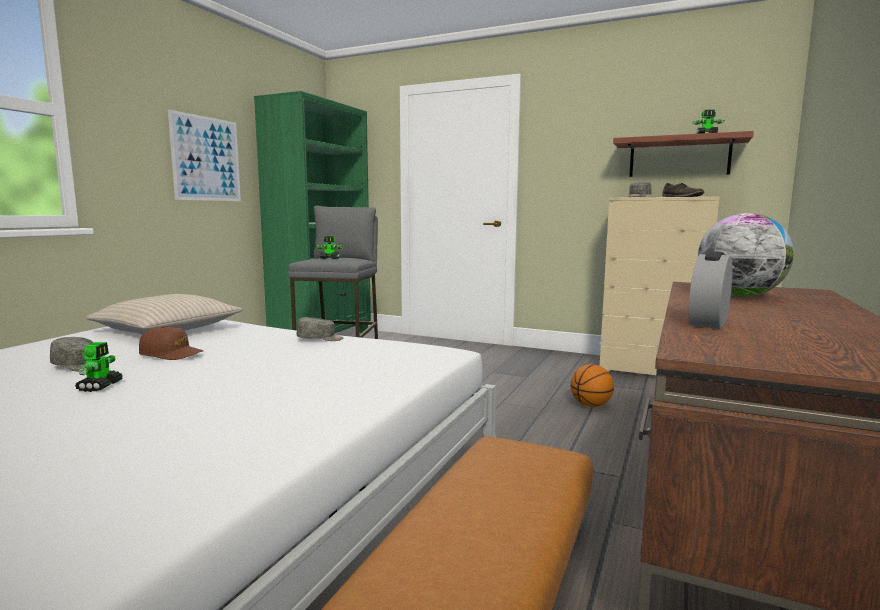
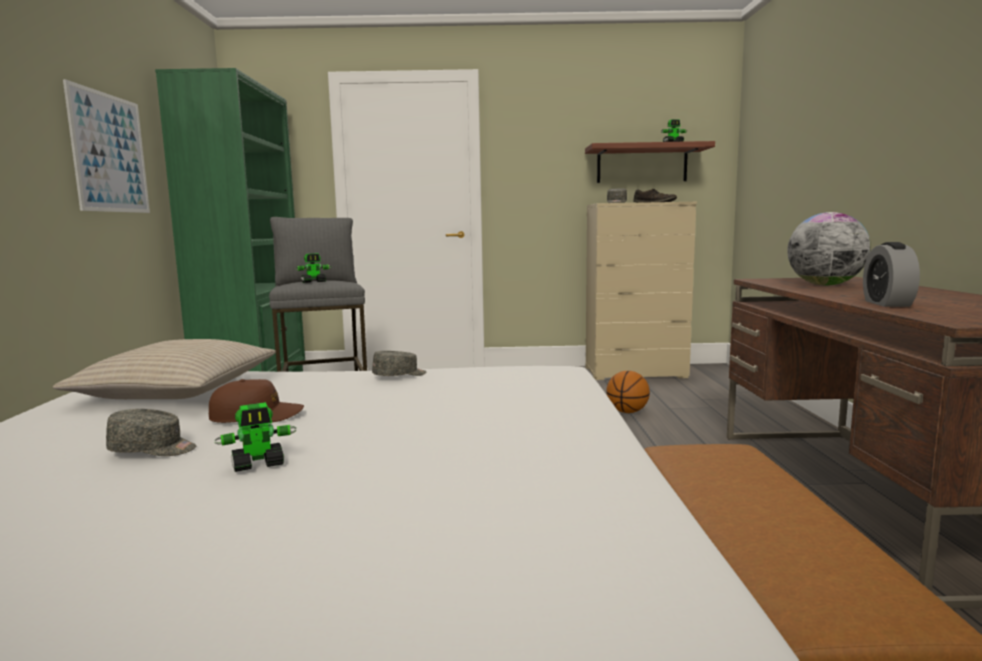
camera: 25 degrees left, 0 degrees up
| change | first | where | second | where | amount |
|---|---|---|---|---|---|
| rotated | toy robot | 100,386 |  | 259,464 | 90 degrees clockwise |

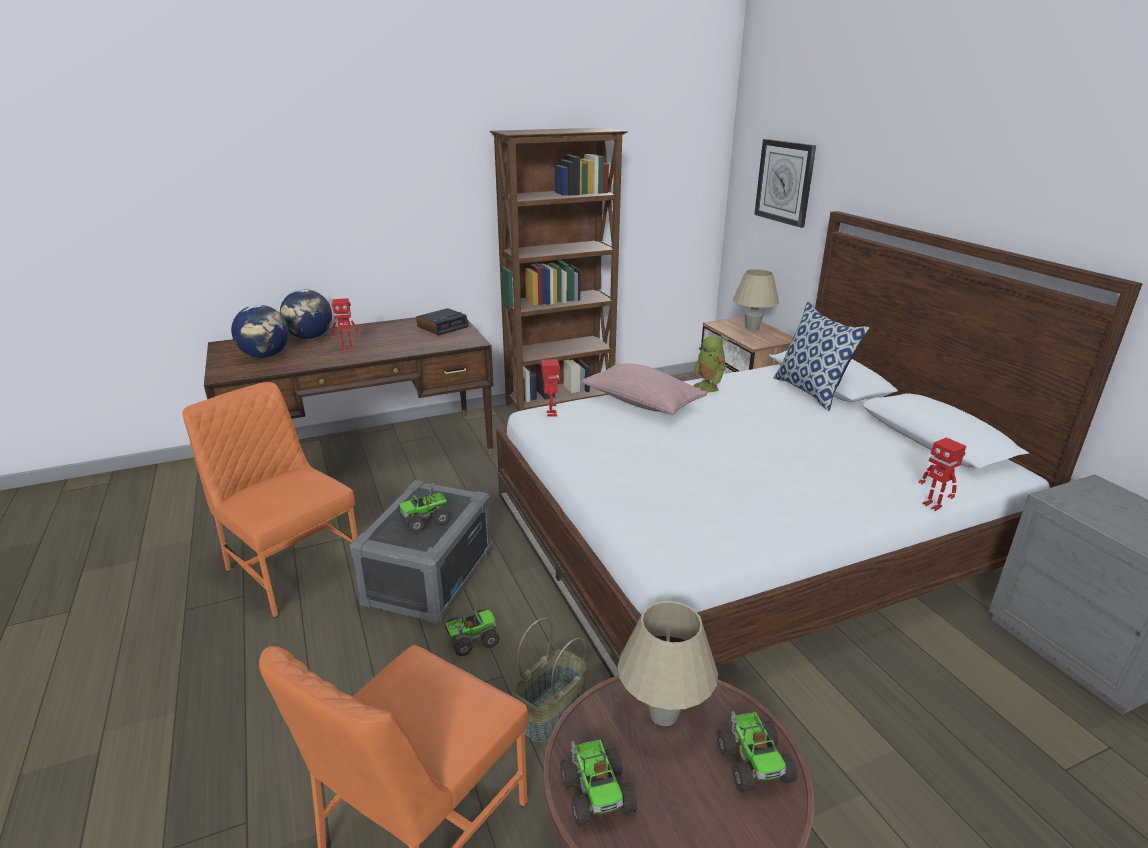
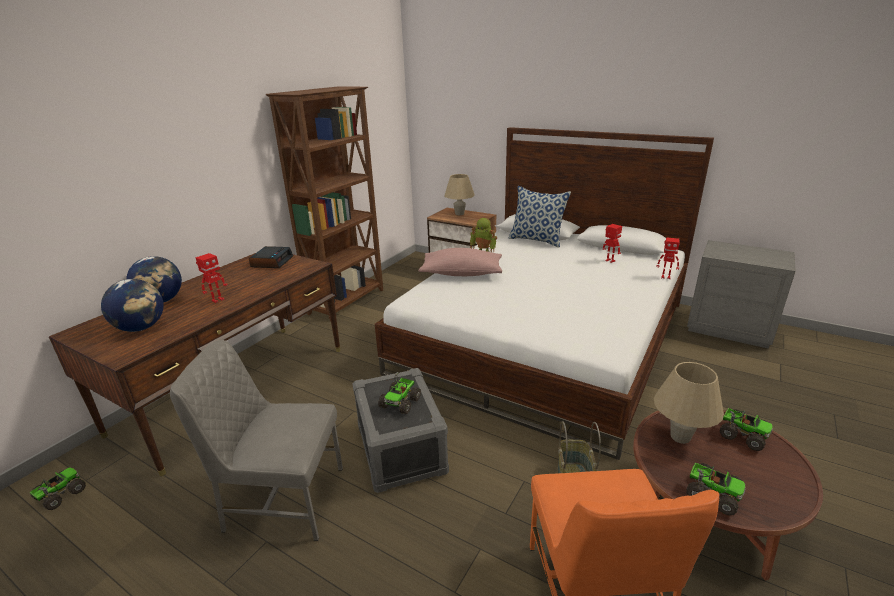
camera: 35 degrees left, 0 degrees up
| change | first | where | second | where | amount |
|---|---|---|---|---|---|
| shifted | toy truck | 471,639 |  | 60,494 |  |
| repainted | orange chair | 291,568 | grey chair | 283,499 |  |
| shifted | toy robot | 551,414 |  | 609,261 |  |
| gone | wall clock | 785,182 |  |  |  |

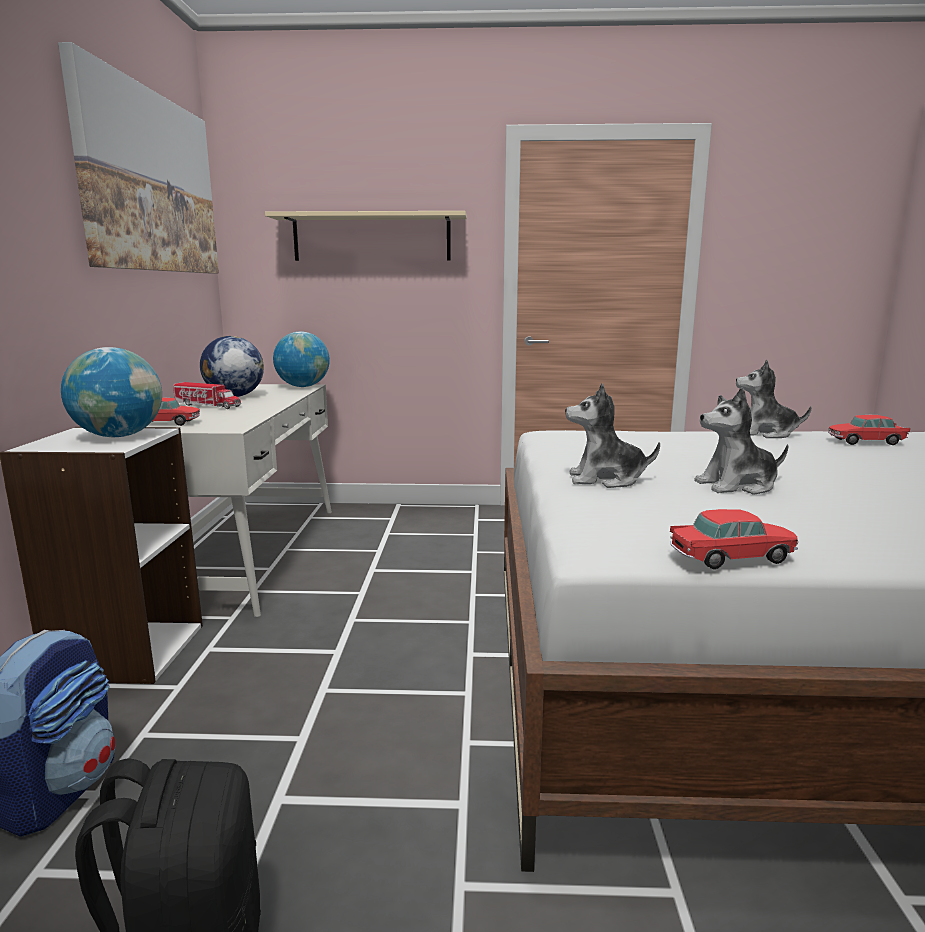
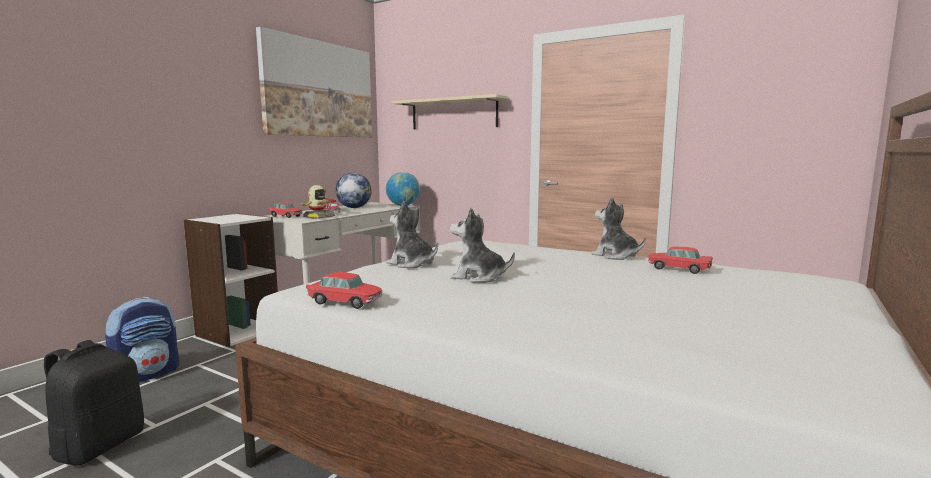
camera: 30 degrees right, 5 degrees down
| change | first | where | second | where | amount |
|---|---|---|---|---|---|
| new |  |  | toy robot | 318,217 |  |
| gone | globe | 119,436 |  |  |  |

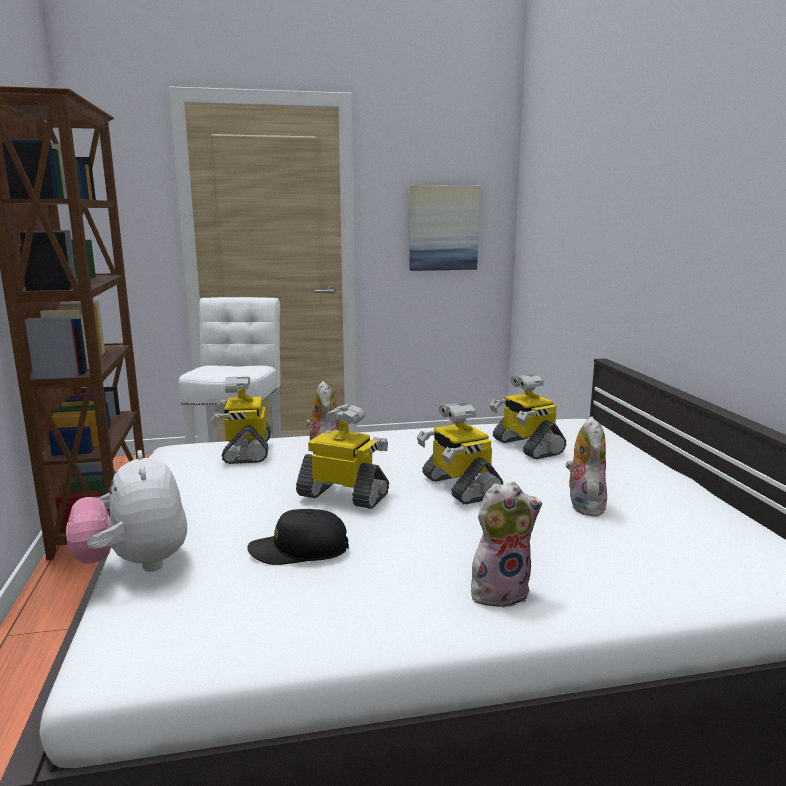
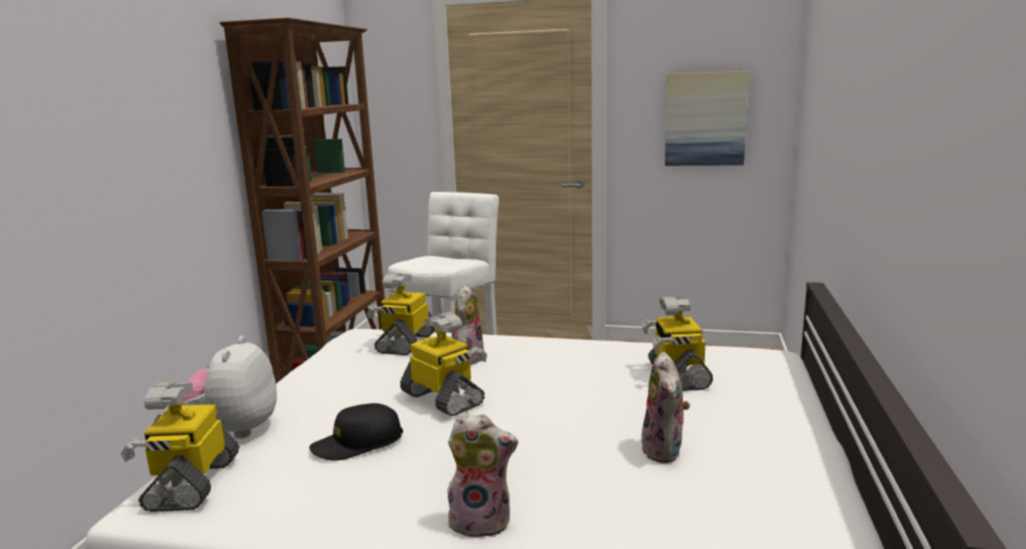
camera: 25 degrees right, 0 degrees up
| change | first | where | second | where | amount |
|---|---|---|---|---|---|
| shifted | toy robot | 459,487 |  | 191,483 |  |
| rotated | black cap | 299,550 |  | 357,443 | 45 degrees counterclockwise |
| rotated | plush toy | 583,505 |  | 665,451 | 150 degrees clockwise |

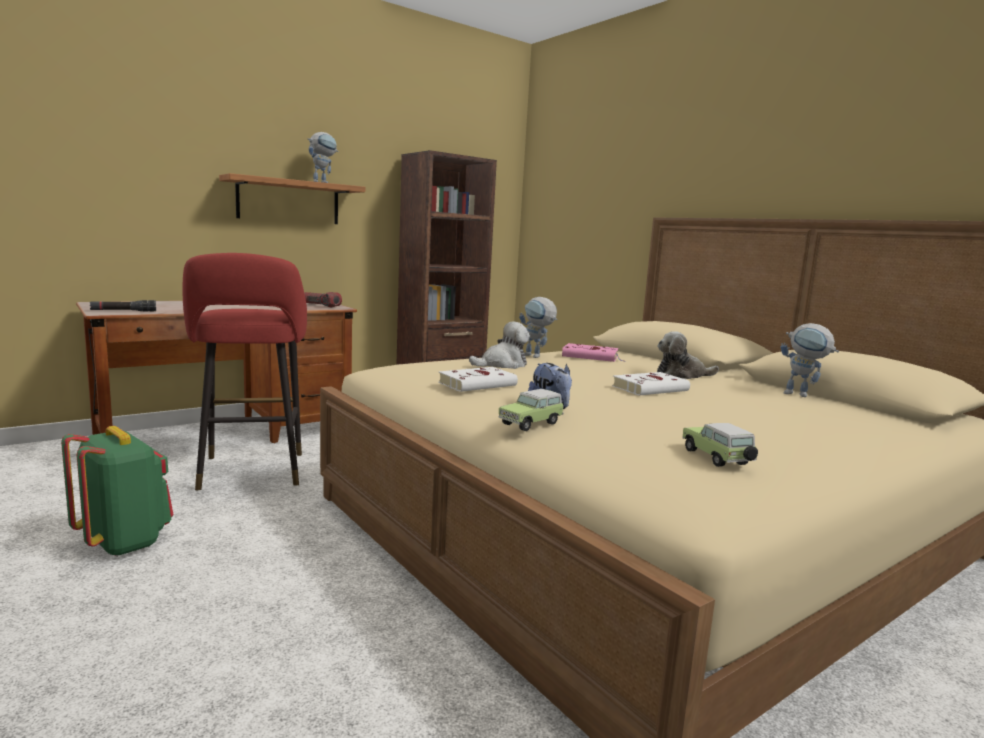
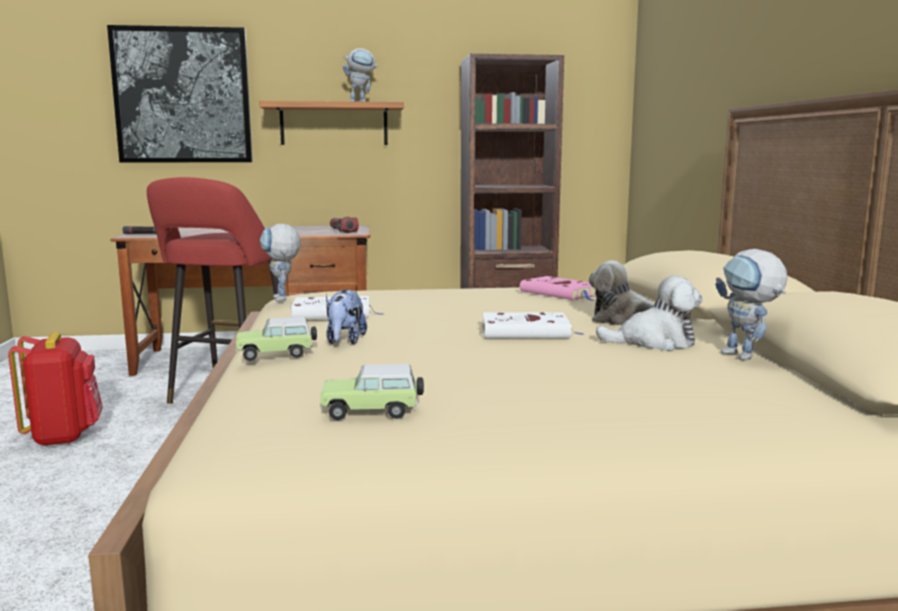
camera: 30 degrees right, 0 degrees up
| change | first | where | second | where | amount |
|---|---|---|---|---|---|
| repainted | green backpack | 124,542 | red backpack | 64,436 |  |
| new |  |  | picture | 182,96 |  |
| shifted | toy robot | 536,356 |  | 283,300 |  |
| rotated | toy car | 717,459 |  | 373,412 | 105 degrees counterclockwise |
| shifted | plush toy | 502,365 |  | 654,342 |  |

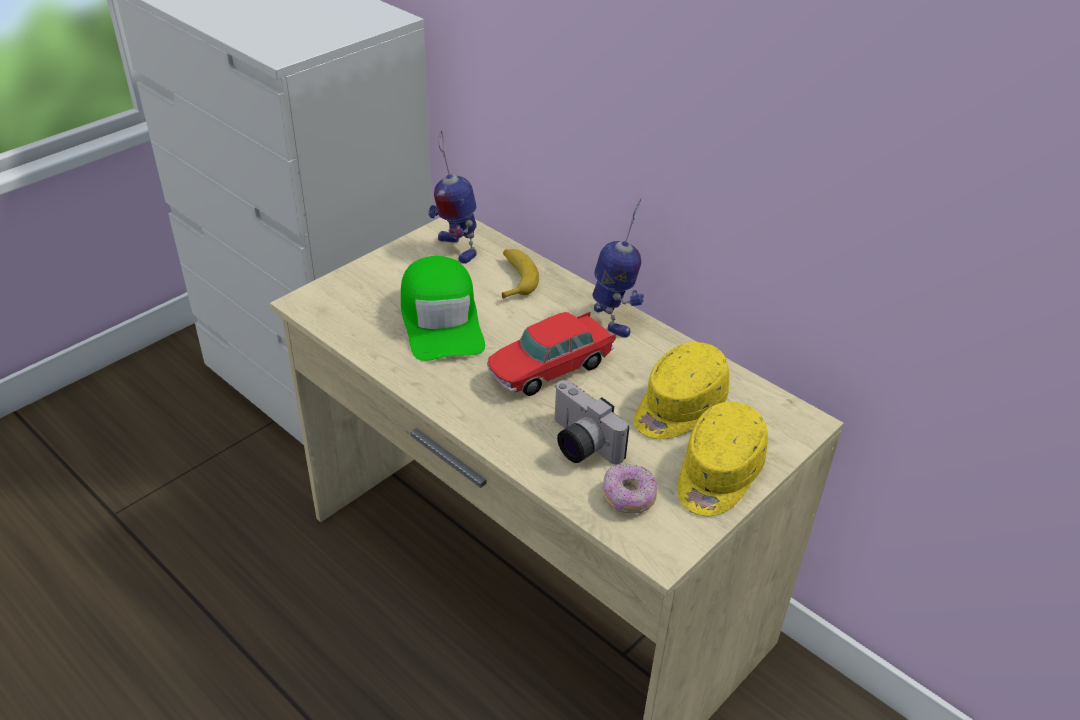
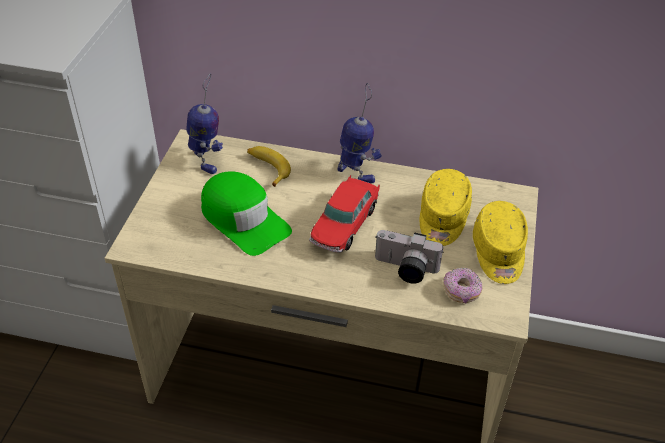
camera: 30 degrees left, 5 degrees up
| change | first | where | second | where | amount |
|---|---|---|---|---|---|
| rotated | toy robot | 455,248 |  | 207,160 | 135 degrees counterclockwise |

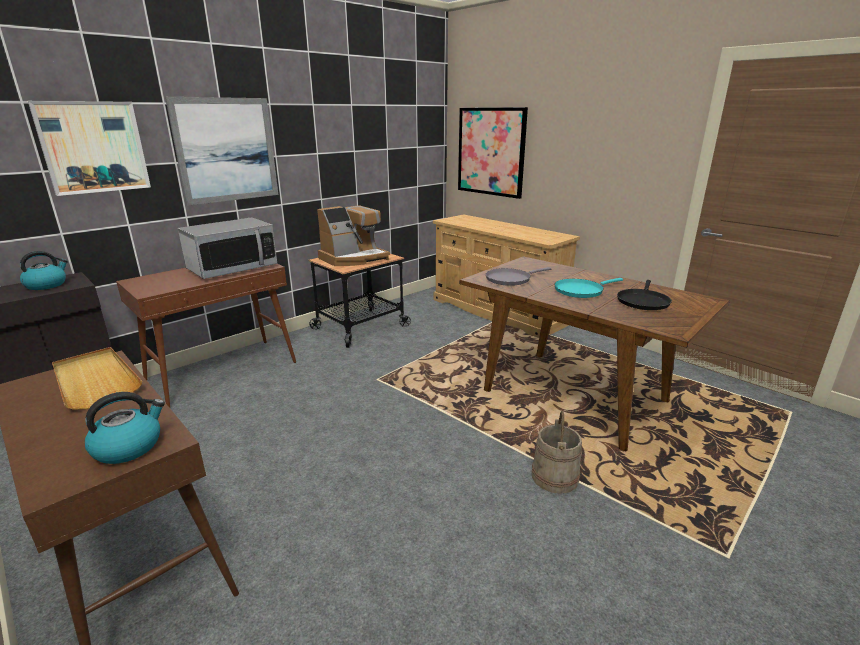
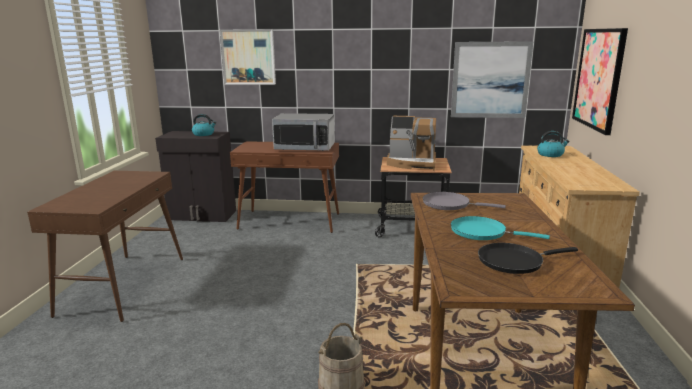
camera: 50 degrees right, 5 degrees down
| change | first | where | second | where | amount |
|---|---|---|---|---|---|
| shifted | picture | 226,150 |  | 490,80 |  |
| shifted | kettle | 129,446 |  | 550,154 |  |
| gone | beige tray | 95,380 |  |  |  |

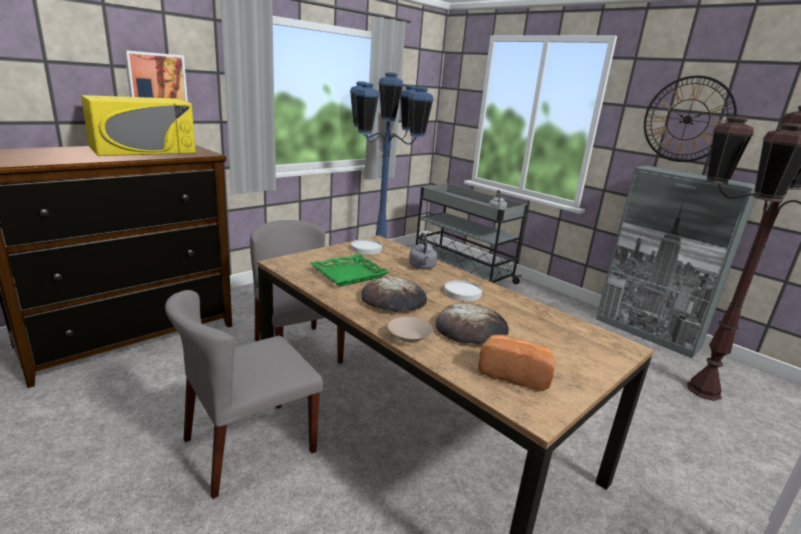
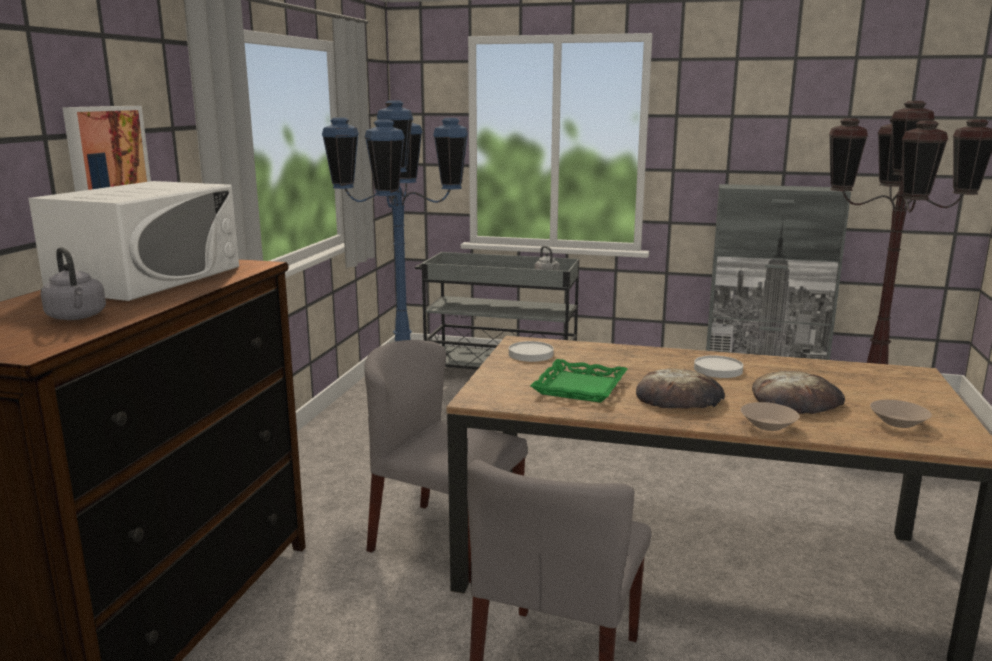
camera: 30 degrees left, 5 degrees down
| change | first | where | second | where | amount |
|---|---|---|---|---|---|
| repainted | yellow microwave | 143,150 | white microwave | 148,278 |  |
| shifted | grey kettle | 422,267 |  | 77,317 |  |
| swapped | bread | 514,374 | beige bowl | 899,423 |  |
| gone | wall clock | 687,119 |  |  |  |

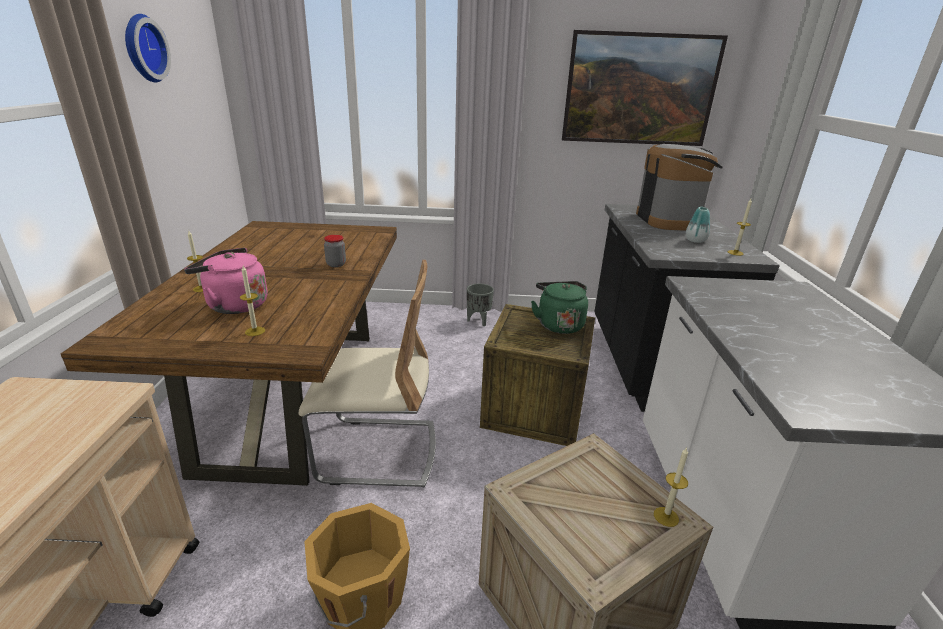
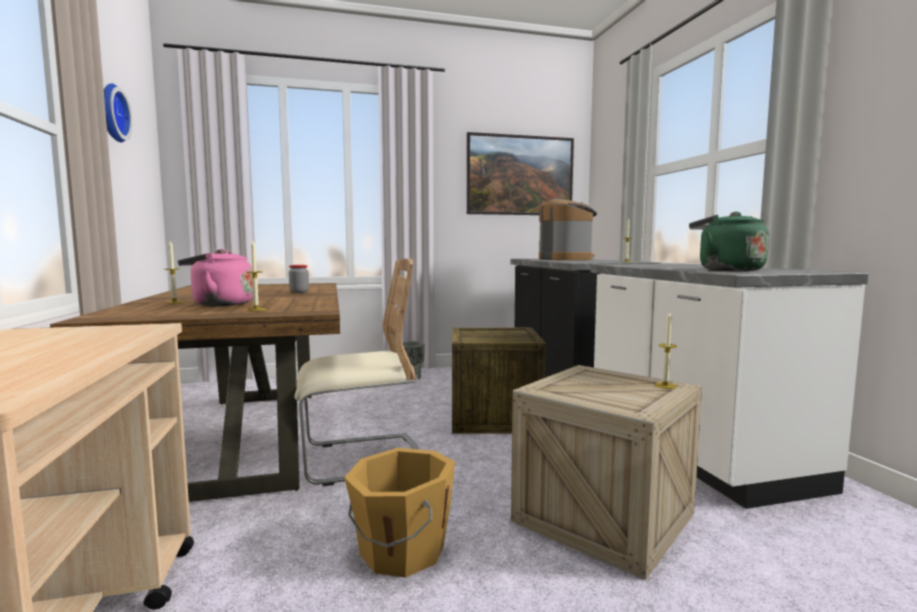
camera: 15 degrees left, 20 degrees down
| change | first | where | second | where | amount |
|---|---|---|---|---|---|
| shifted | green kettle | 558,324 |  | 726,270 |  |
| gone | vase | 695,240 |  |  |  |

